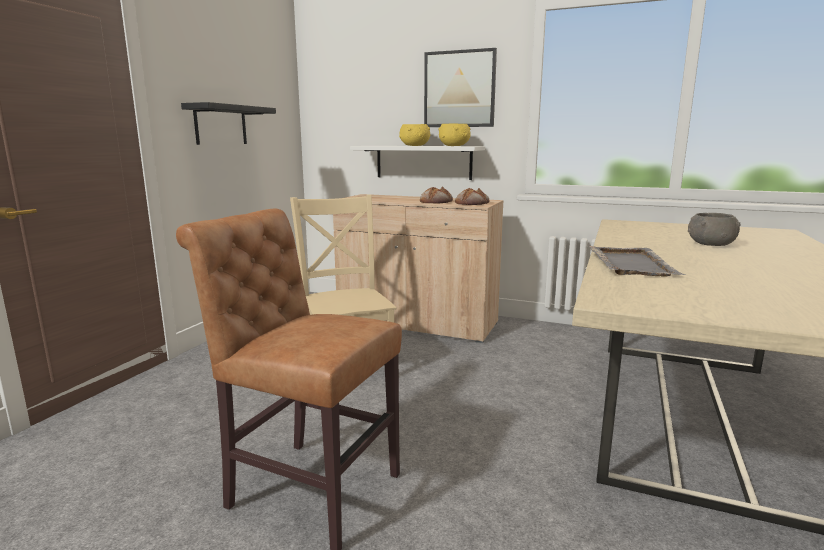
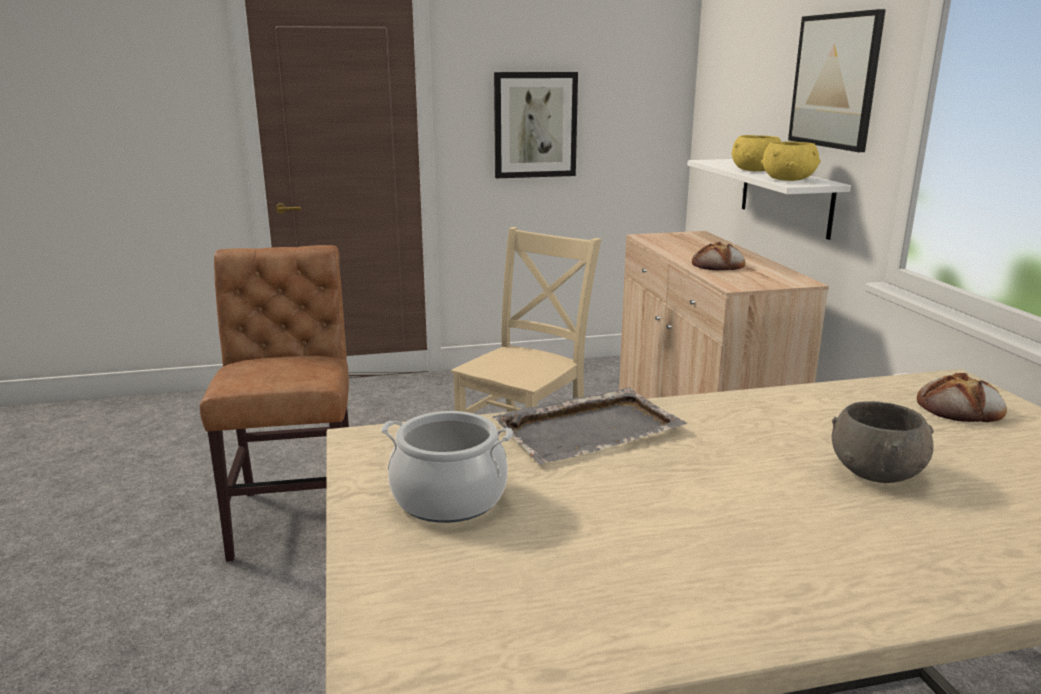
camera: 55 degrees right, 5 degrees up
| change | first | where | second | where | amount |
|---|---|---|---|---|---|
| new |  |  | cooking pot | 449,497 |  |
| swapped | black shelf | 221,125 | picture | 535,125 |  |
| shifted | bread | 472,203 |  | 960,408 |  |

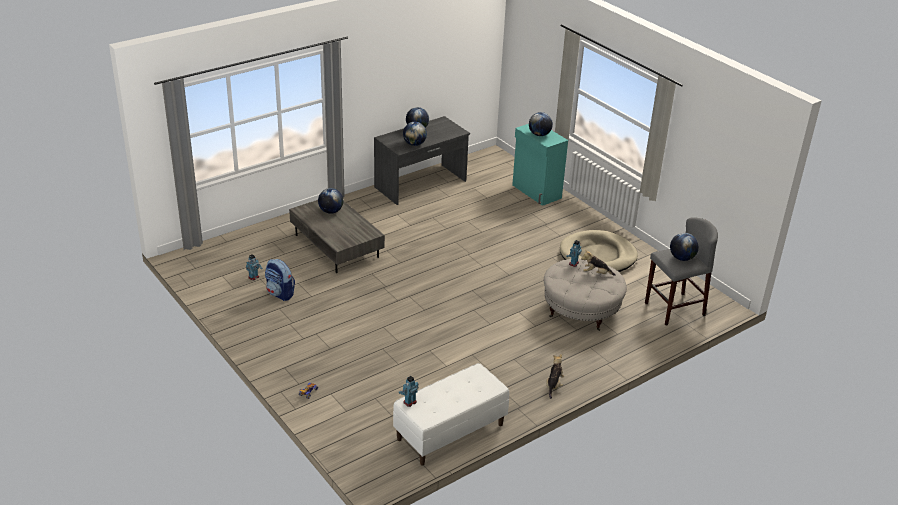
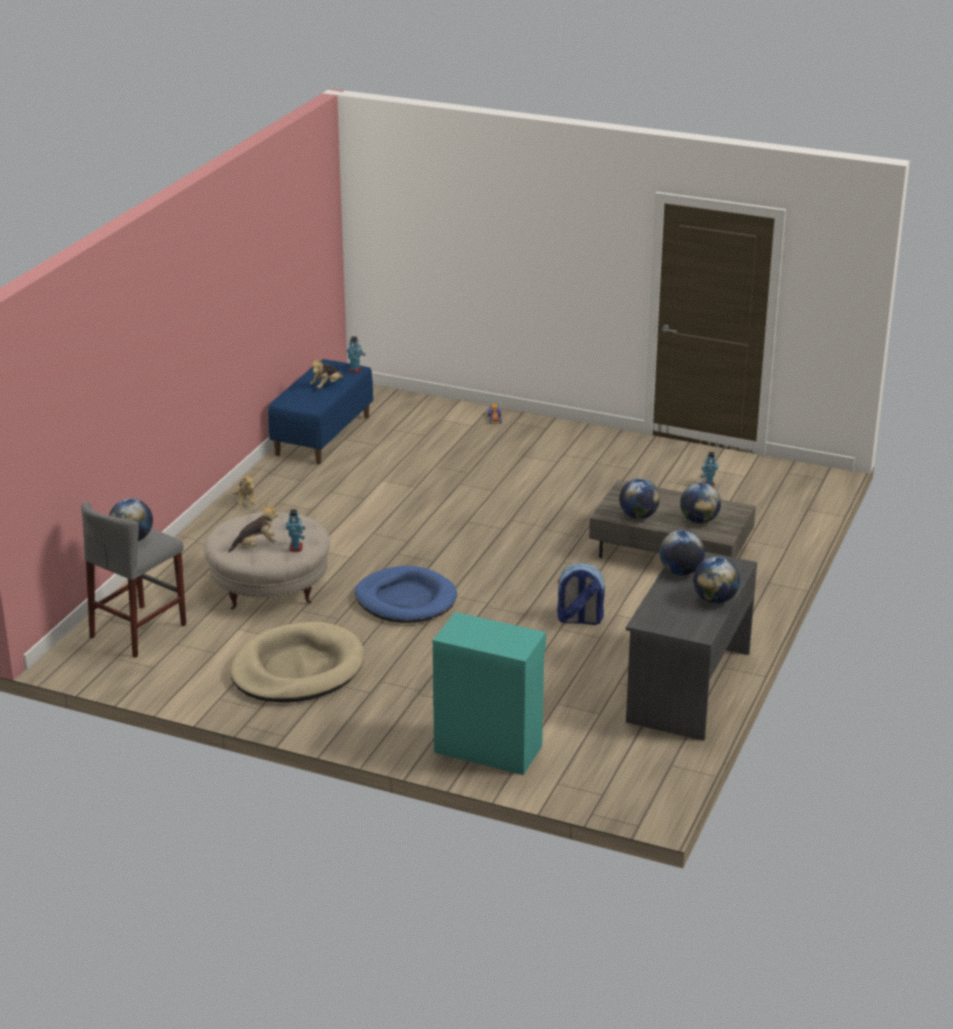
camera: 150 degrees right, 5 degrees down
| change | first | where | second | where | amount |
|---|---|---|---|---|---|
| repainted | white bench | 450,432 | blue bench | 322,435 |  |
| new |  |  | plush toy | 326,386 |  |
| new |  |  | blue dog bed | 405,600 |  |
| shifted | backpack | 280,294 |  | 579,620 |  |
| shifted | globe | 539,134 |  | 638,516 |  |

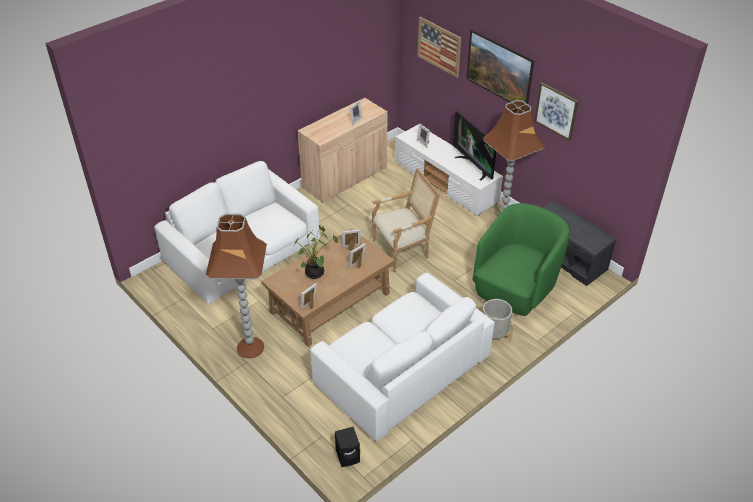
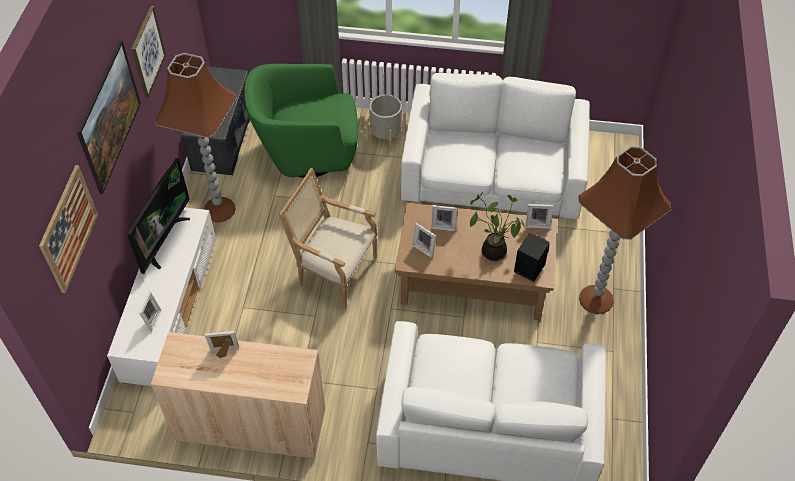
camera: 130 degrees left, 10 degrees up
| change | first | where | second | where | amount |
|---|---|---|---|---|---|
| shifted | black speaker | 348,456 |  | 528,267 |  |

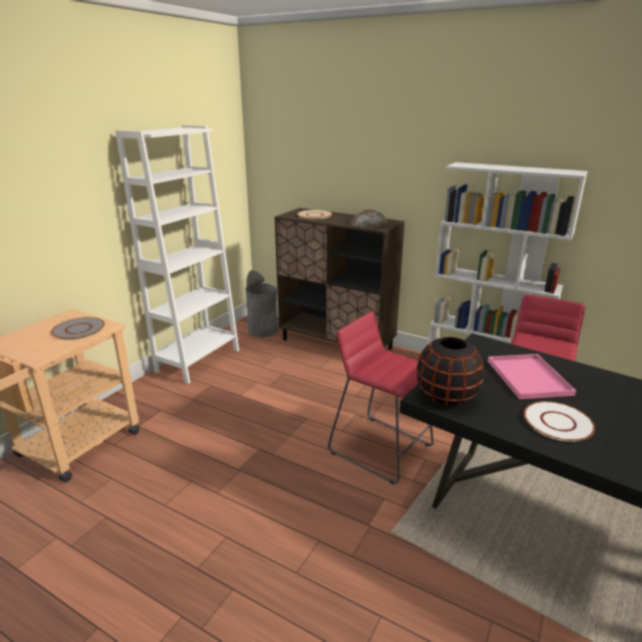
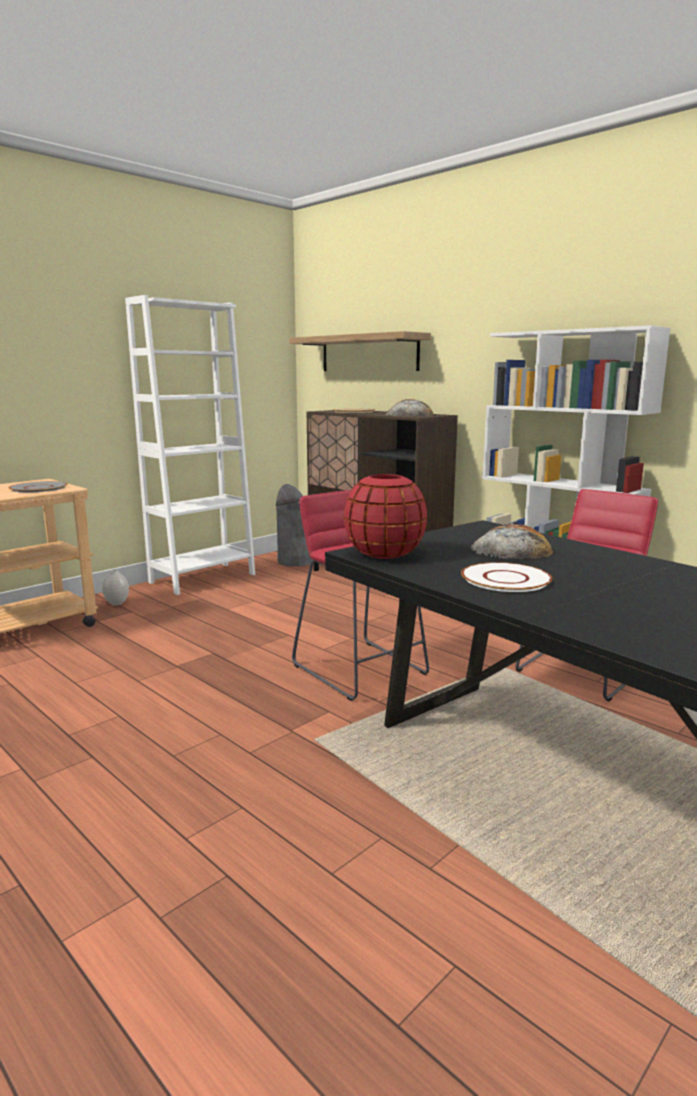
camera: 15 degrees right, 10 degrees down
| change | first | where | second | where | amount |
|---|---|---|---|---|---|
| new |  |  | white vase | 117,603 |  |
| new |  |  | shelf | 369,353 |  |
| repainted | black vase | 446,397 | red vase | 384,554 |  |
| swapped | pink tray | 527,376 | bread | 511,549 |  |

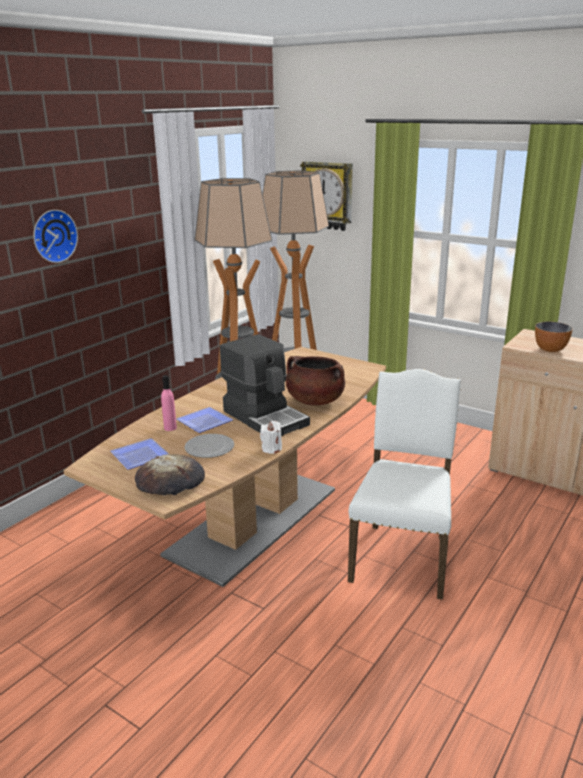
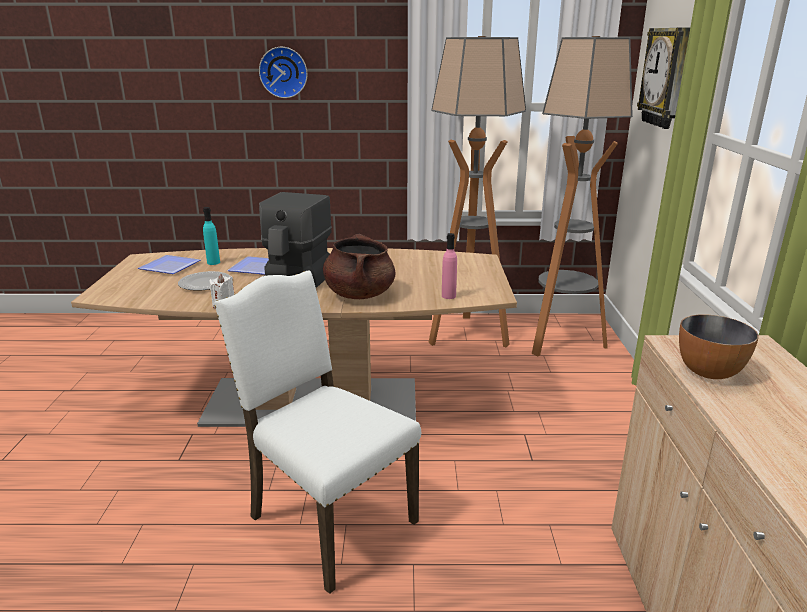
camera: 55 degrees right, 0 degrees up
| change | first | where | second | where | amount |
|---|---|---|---|---|---|
| new |  |  | turquoise bottle | 213,262 |  |
| rotated | white chair | 402,557 |  | 327,519 | 120 degrees counterclockwise |
| shifted | pink bottle | 170,428 |  | 448,296 |  |
| gone | bread | 170,481 |  |  |  |

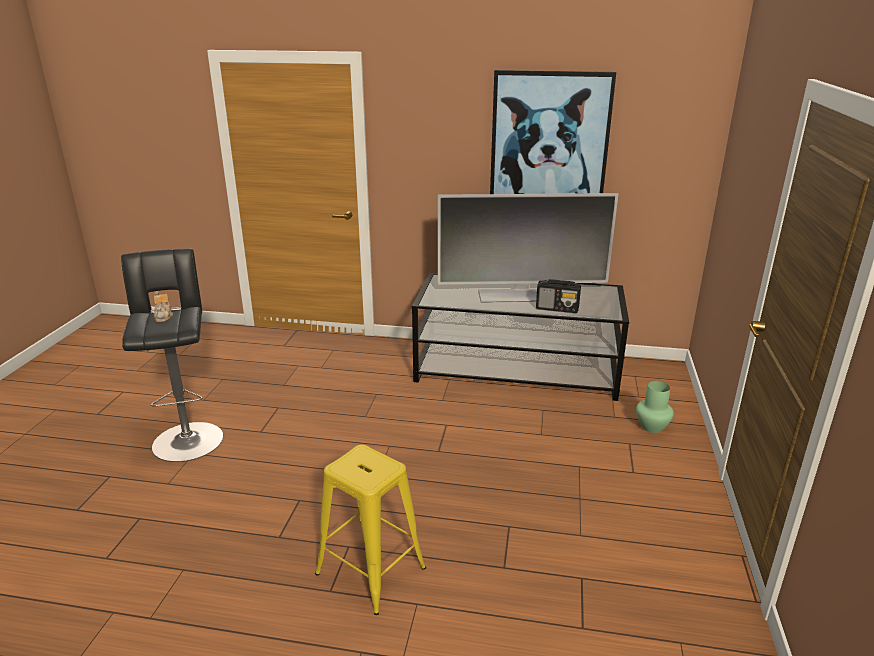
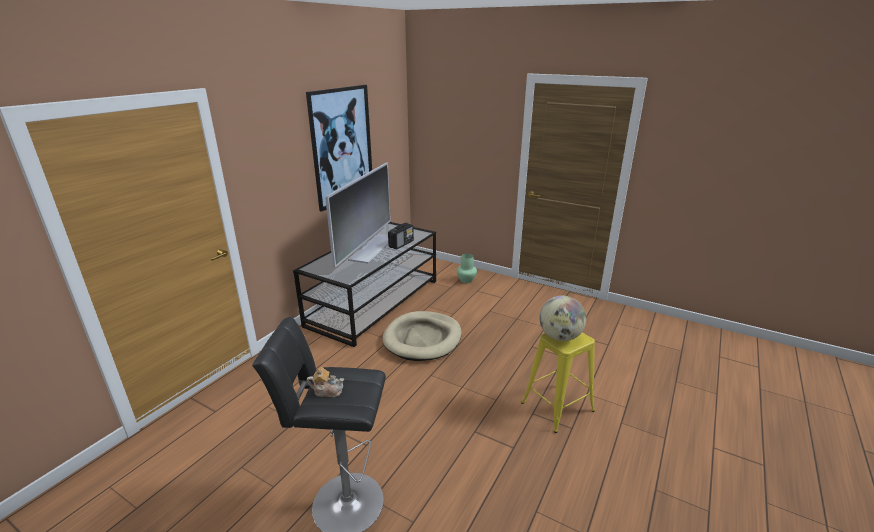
camera: 70 degrees left, 0 degrees up
| change | first | where | second | where | amount |
|---|---|---|---|---|---|
| new |  |  | beige dog bed | 423,338 |  |
| new |  |  | globe | 559,337 |  |

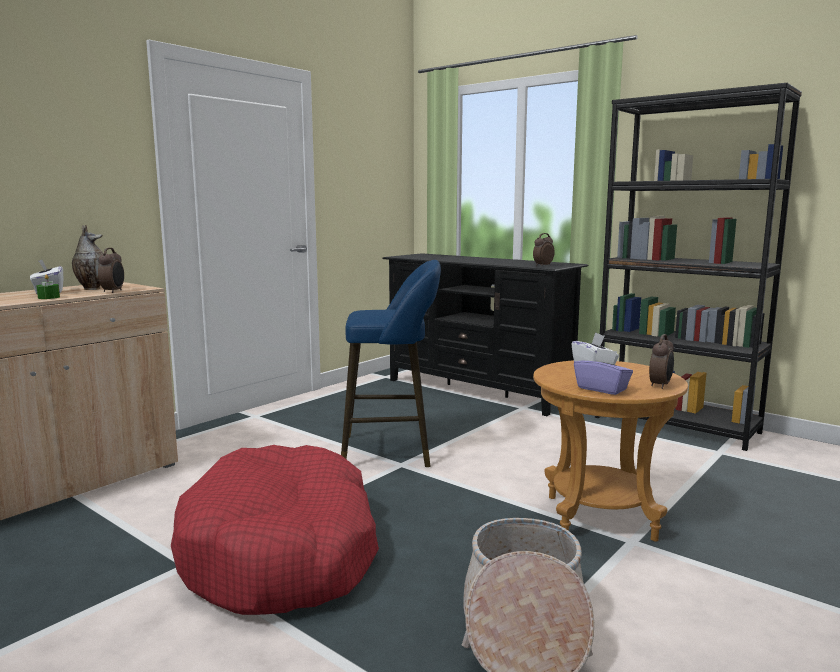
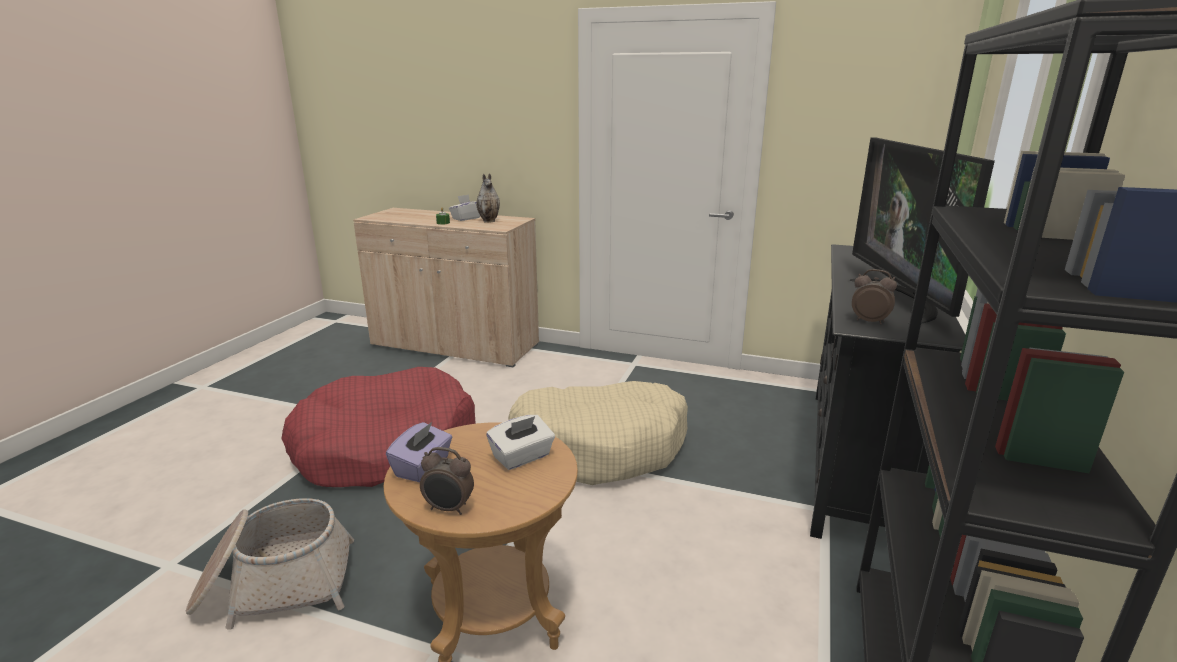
camera: 70 degrees right, 10 degrees up
| change | first | where | second | where | amount |
|---|---|---|---|---|---|
| swapped | blue stool | 392,450 | beige dog bed | 600,447 |  |
| new |  |  | television | 902,300 |  |
| gone | alarm clock | 113,291 |  |  |  |

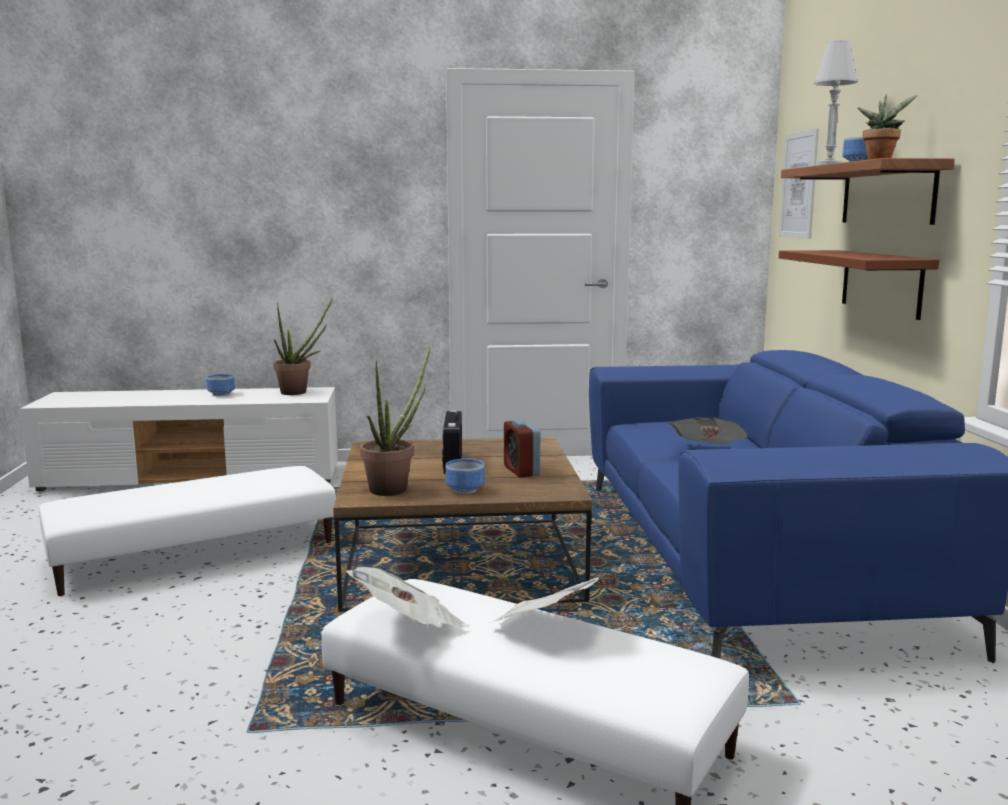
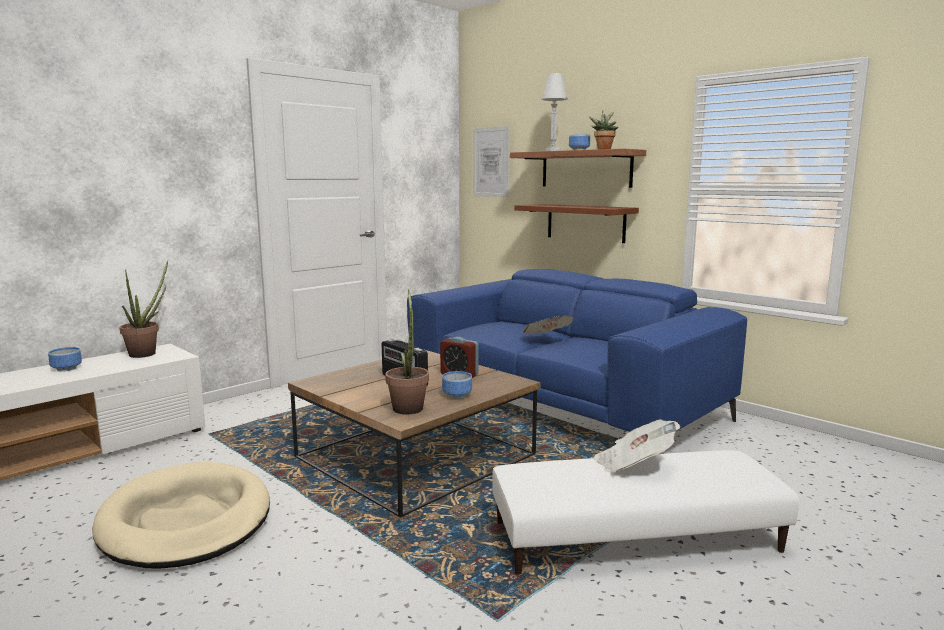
camera: 40 degrees left, 0 degrees up
| change | first | where | second | where | amount |
|---|---|---|---|---|---|
| swapped | white ottoman | 195,553 | beige dog bed | 186,521 |  |
| gone | newspaper | 409,627 |  |  |  |

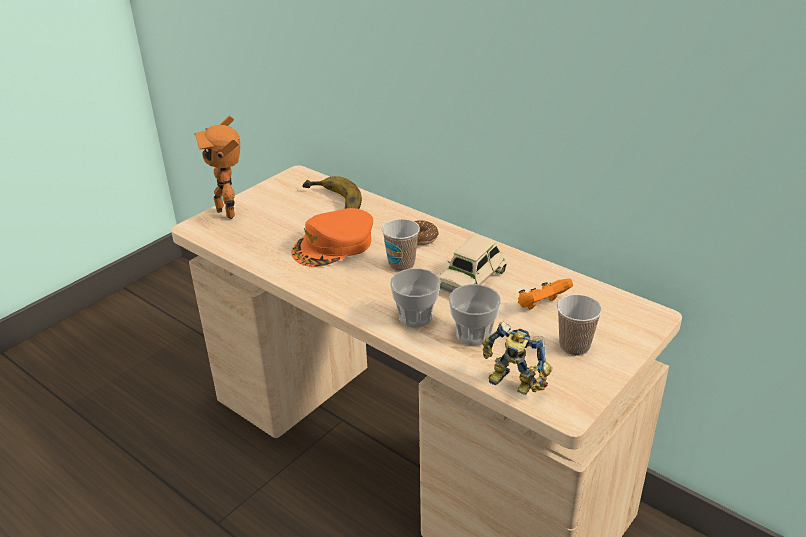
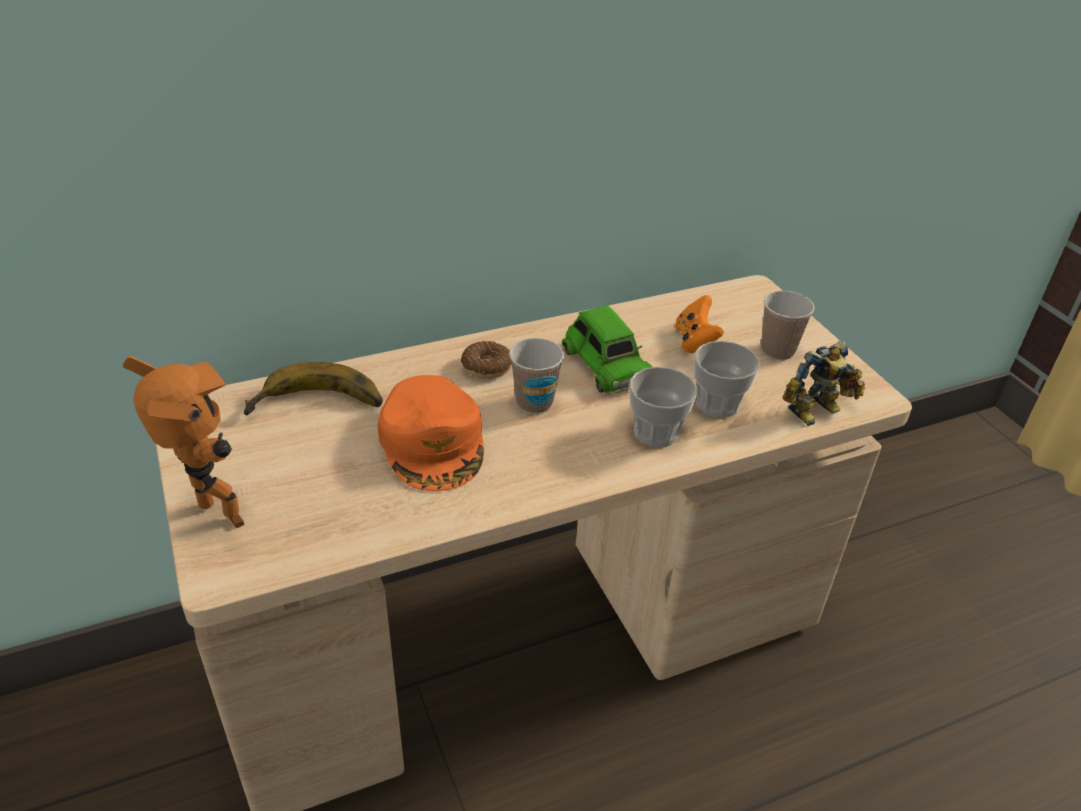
camera: 65 degrees left, 5 degrees up
| change | first | where | second | where | amount |
|---|---|---|---|---|---|
| rotated | toy robot | 229,212 |  | 215,520 | 135 degrees counterclockwise |
| repainted | beige toy car | 471,277 | green toy car | 606,363 |  |

